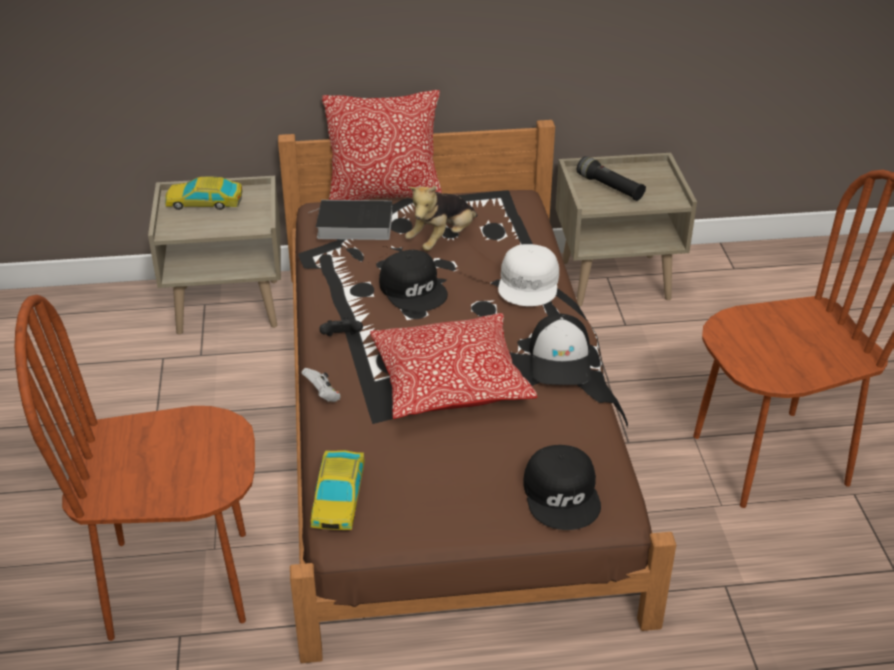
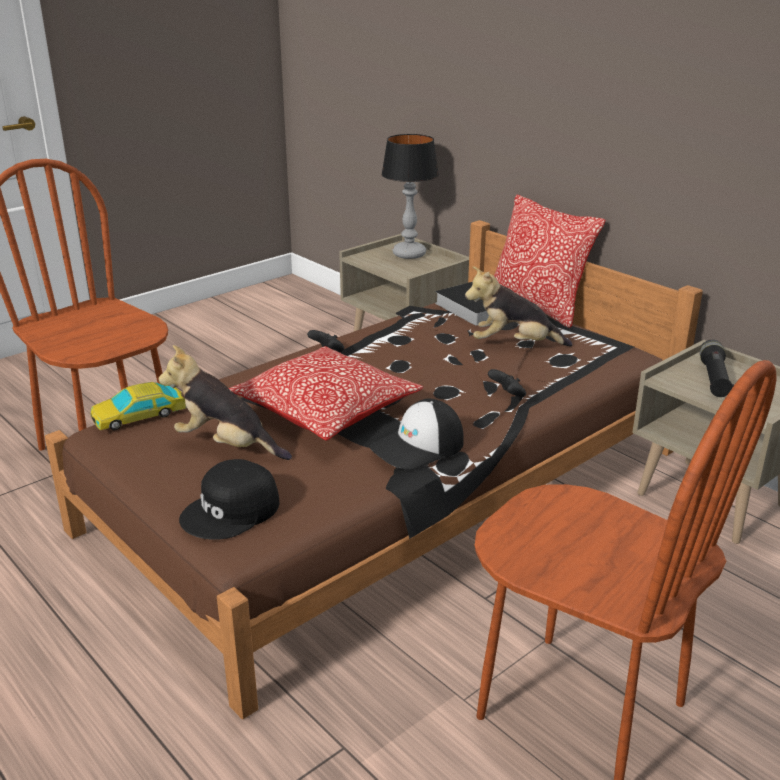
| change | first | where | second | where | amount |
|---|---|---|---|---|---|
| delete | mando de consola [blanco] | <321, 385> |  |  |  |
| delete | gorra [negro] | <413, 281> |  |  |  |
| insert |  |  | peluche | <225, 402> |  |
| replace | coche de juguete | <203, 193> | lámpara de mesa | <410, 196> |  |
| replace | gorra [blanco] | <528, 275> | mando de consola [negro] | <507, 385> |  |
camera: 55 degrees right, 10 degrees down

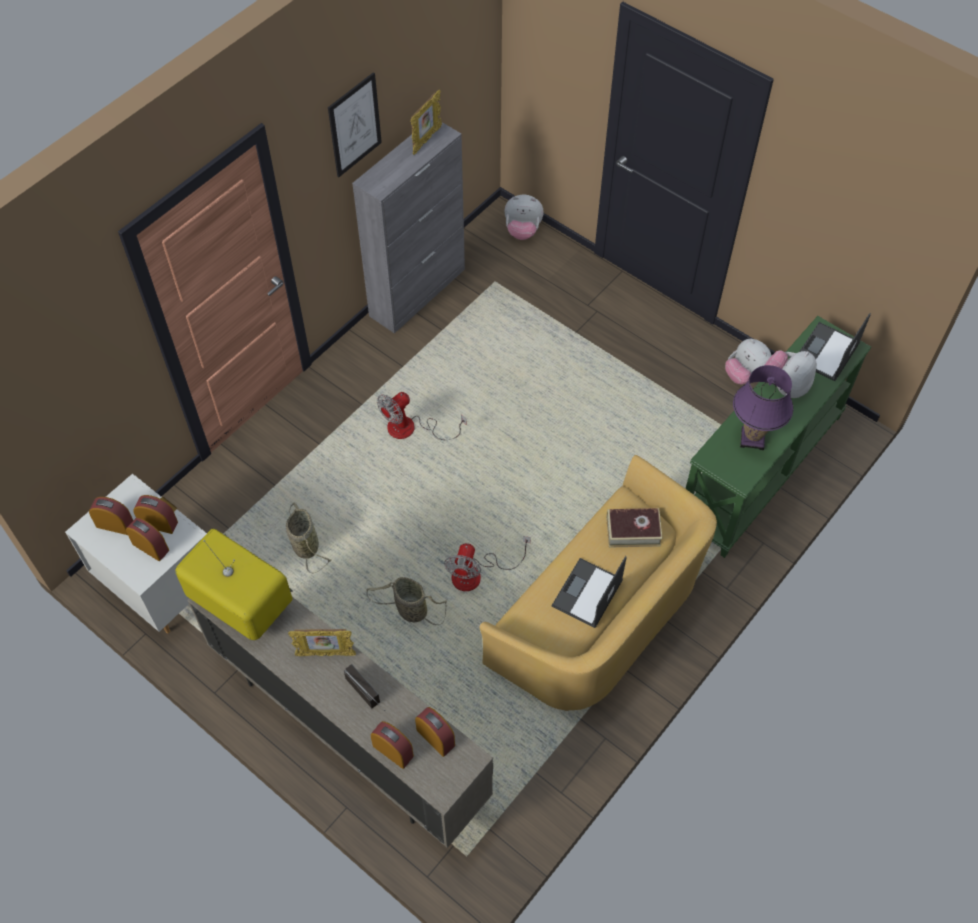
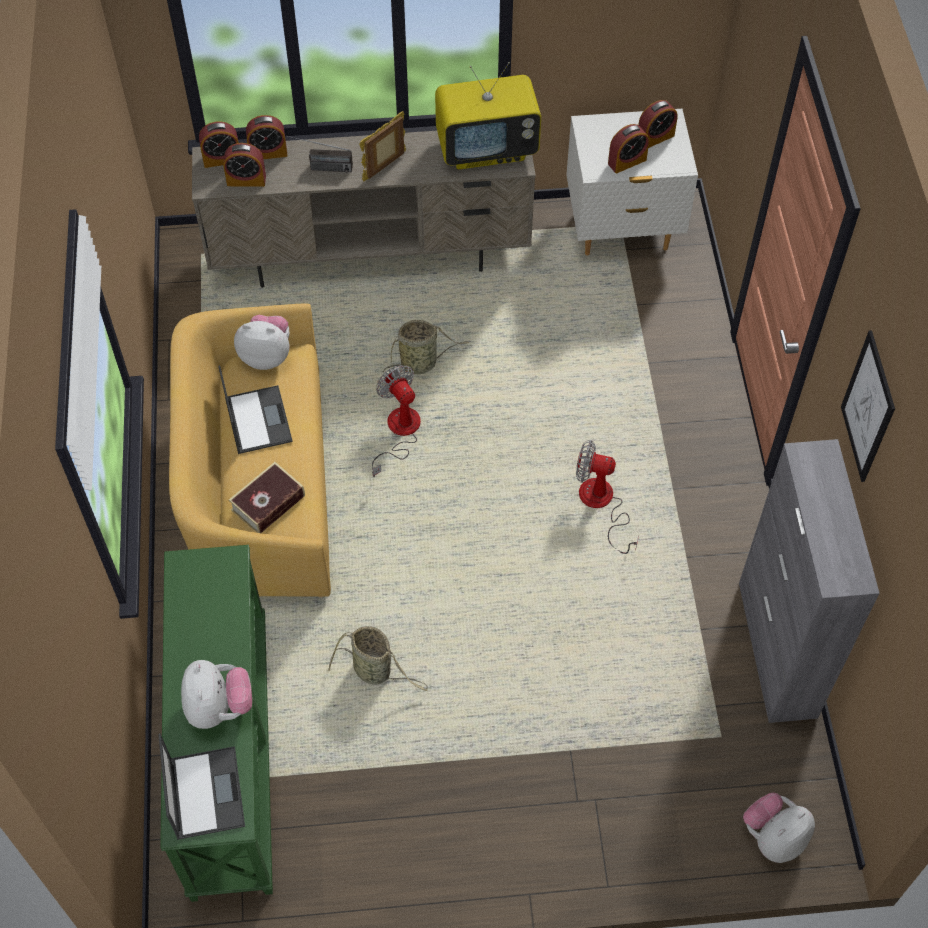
| change | first | where | second | where | amount |
|---|---|---|---|---|---|
| delete | portarretratos | <426, 122> |  |  |  |
| delete | lámpara de mesa [morado] | <763, 407> |  |  |  |
| move | despertador | <147, 539> |  | <219, 144> |  |
| move | cesta | <309, 538> |  | <378, 658> |  |
| move | peluche | <748, 361> |  | <262, 342> |  |
| rotate | ventilador | <421, 416> |  | <607, 497> | 75 degrees counterclockwise |
camera: 135 degrees right, 0 degrees up

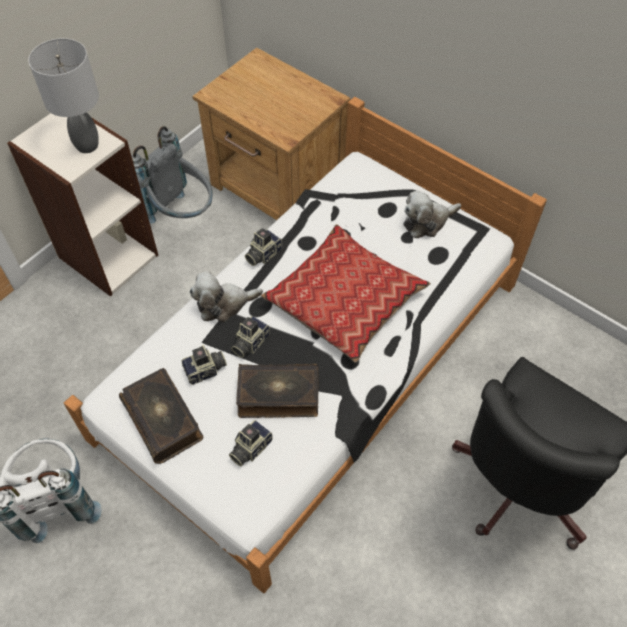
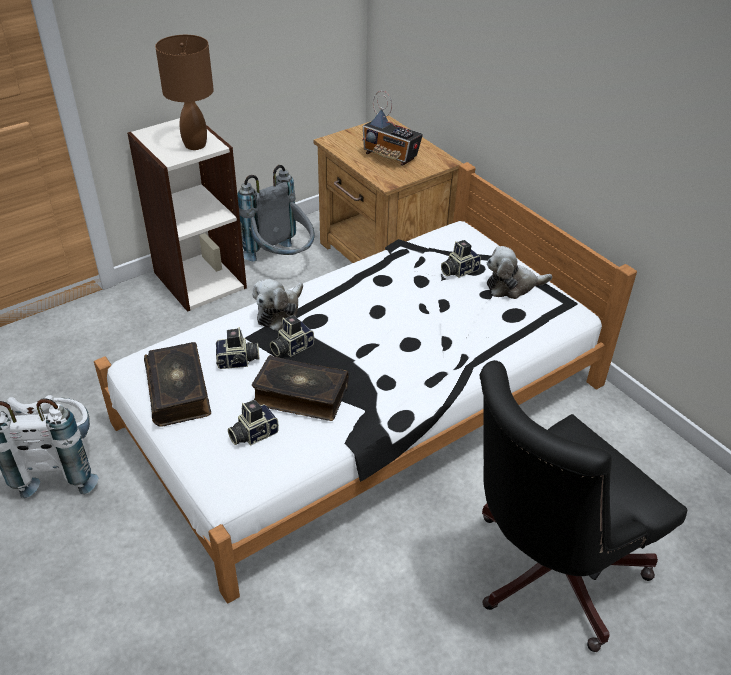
| change | first | where | second | where | amount |
|---|---|---|---|---|---|
| delete | cojín | <346, 293> |  |  |  |
| insert |  |  | radio | <392, 128> |  |
| move | cámara | <263, 247> |  | <461, 259> |  |
| recolor | lámpara de mesa [gris] | <63, 95> | lámpara de mesa [marrón] | <184, 92> |  |
| rotate | peluche | <226, 296> |  | <277, 305> | 60 degrees counterclockwise |
camera: 15 degrees right, 15 degrees down

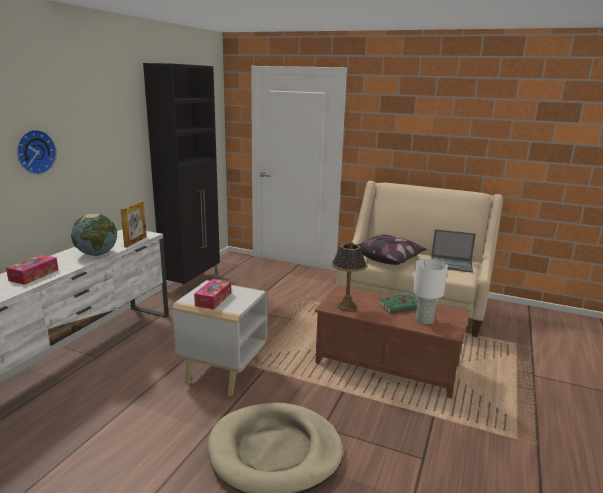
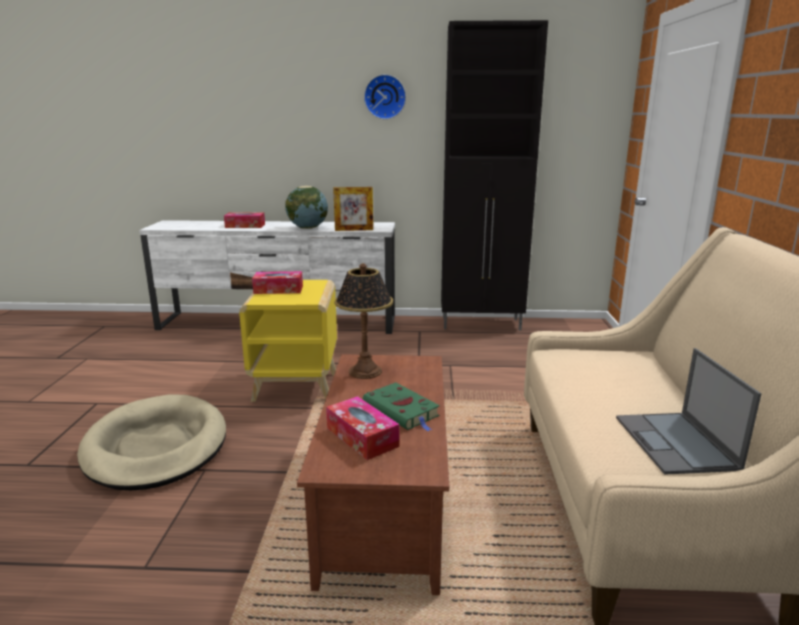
| change | first | where | second | where | amount |
|---|---|---|---|---|---|
| delete | cojín | <392, 250> |  |  |  |
| move | reloj de pared | <37, 152> |  | <385, 96> |  |
| replace | lámpara de mesa [blanco] | <430, 292> | caja de pañuelos | <362, 428> |  |
| recolor | mesa auxiliar [blanco] | <220, 338> | mesa auxiliar [amarillo] | <288, 341> |  |
camera: 70 degrees right, 0 degrees up

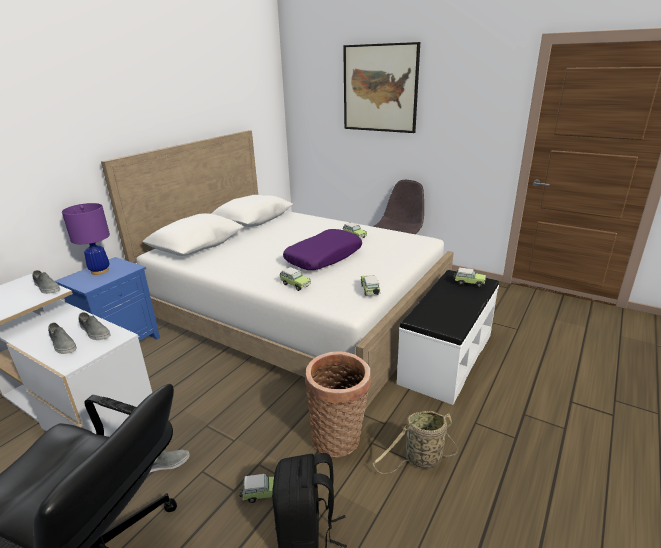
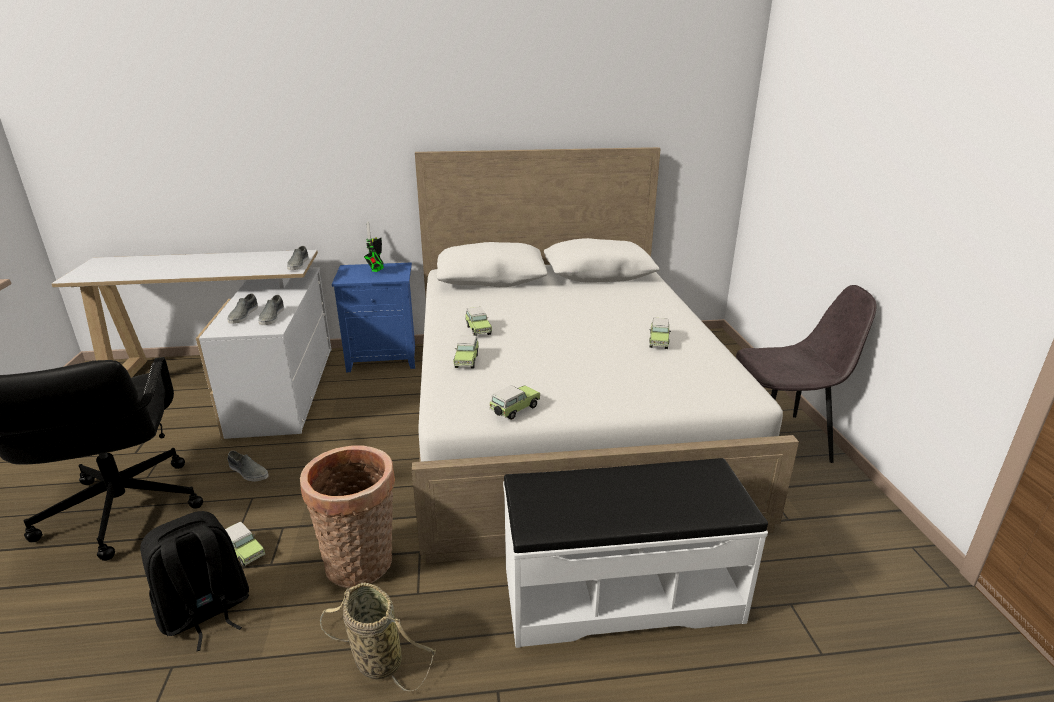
| change | first | where | second | where | amount |
|---|---|---|---|---|---|
| delete | cojín [morado] | <322, 249> |  |  |  |
| delete | cuadro | <381, 87> |  |  |  |
| move | coche de juguete | <469, 277> |  | <478, 321> |  |
| replace | lámpara de mesa [morado] | <86, 239> | robot de juguete | <374, 246> |  |
camera: 50 degrees right, 0 degrees up

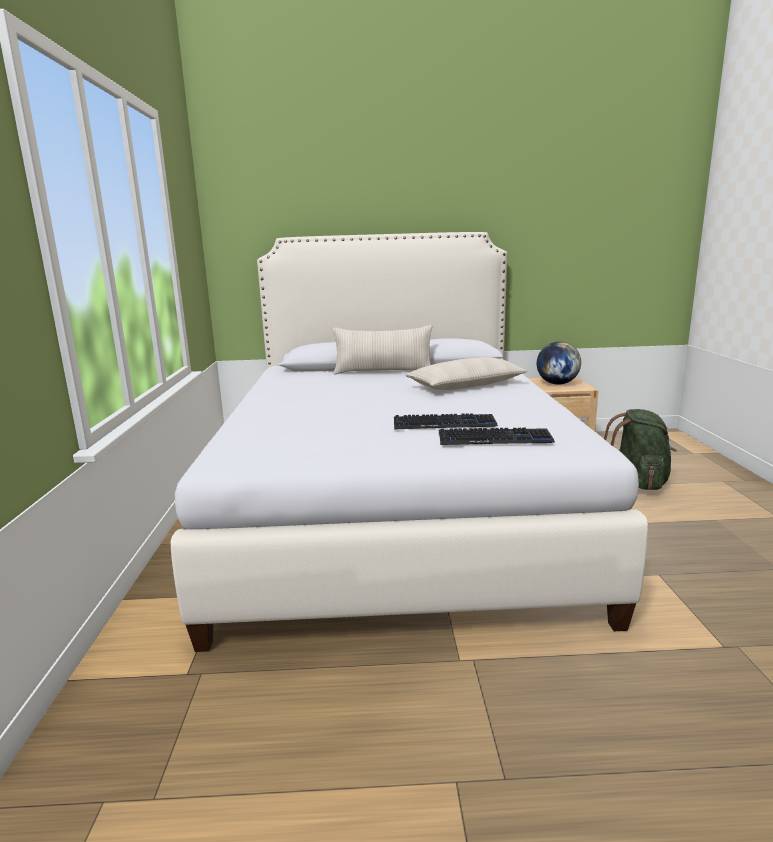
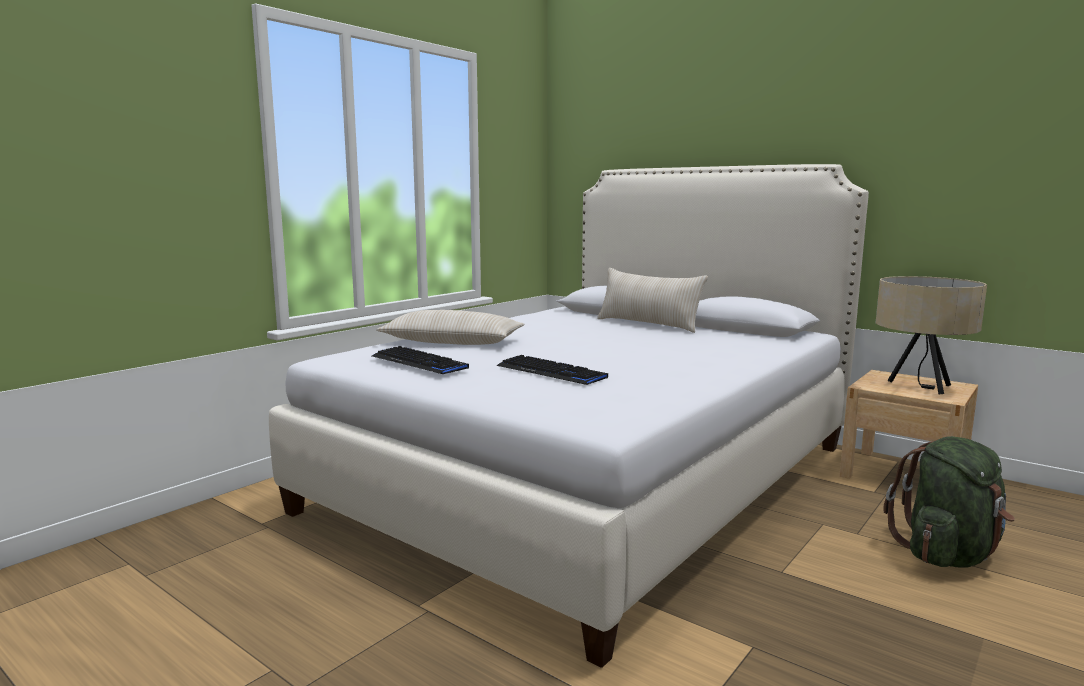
| change | first | where | second | where | amount |
|---|---|---|---|---|---|
| move | cojín [beis] | <466, 373> |  | <450, 327> |  |
| move | teclado | <497, 436> |  | <420, 360> |  |
| replace | globo terráqueo | <559, 363> | lámpara de mesa [beis] | <931, 335> |  |
camera: 40 degrees right, 5 degrees down

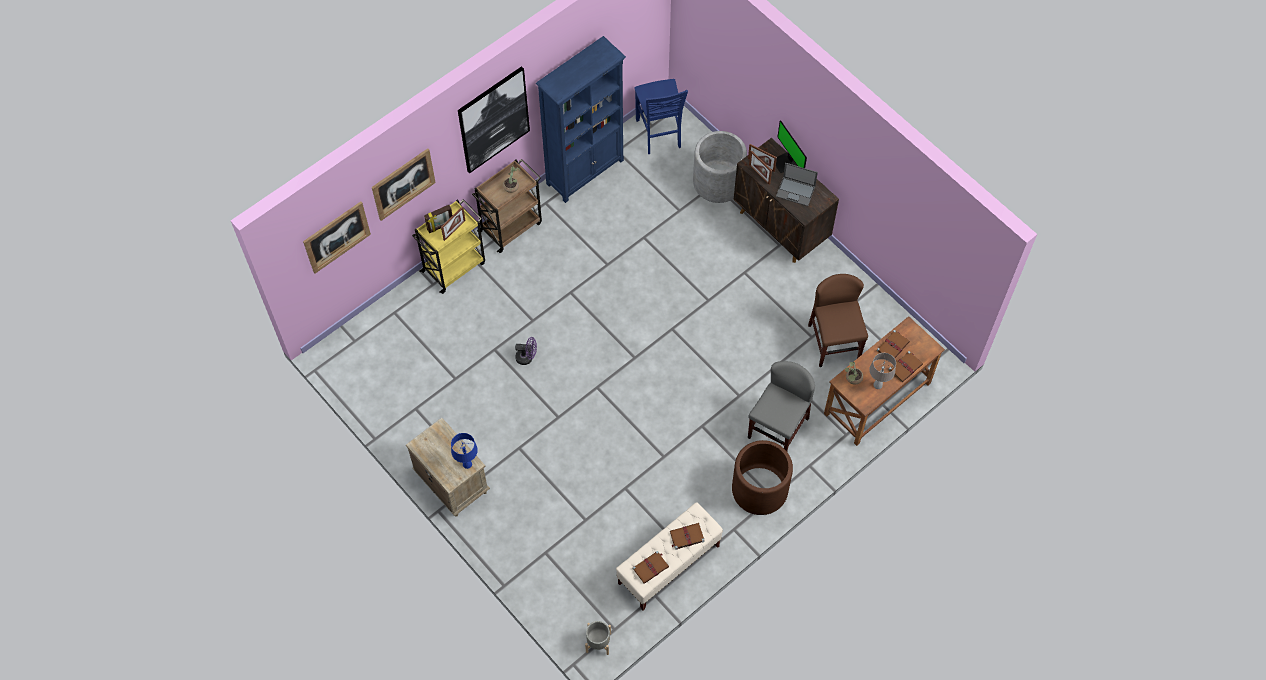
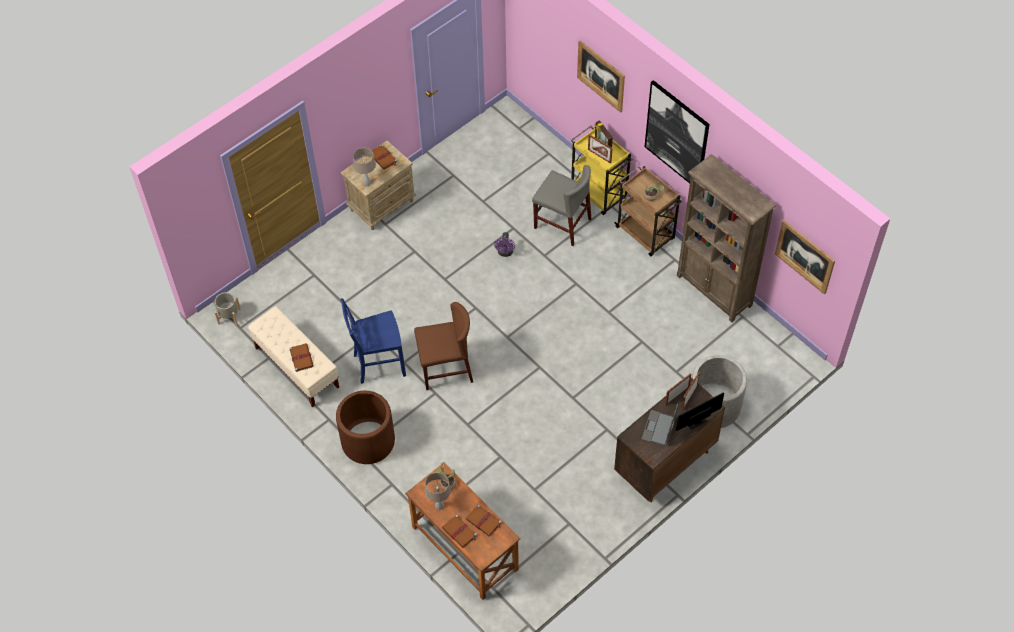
| change | first | where | second | where | amount |
|---|---|---|---|---|---|
| move | cuadro | <337, 237> |  | <805, 257> |  |
| move | libro [marrón] | <651, 567> |  | <384, 157> |  |
| move | silla [azul] | <661, 116> |  | <373, 341> |  |
| move | silla [gris] | <781, 406> |  | <561, 205> |  |
| move | silla [marrón] | <838, 320> |  | <443, 346> |  |
| recolor | lámpara de mesa [azul] | <464, 451> | lámpara de mesa [beis] | <364, 167> |  |
| recolor | estantería [azul] | <581, 119> | estantería [marrón] | <726, 238> |  |
camera: 90 degrees right, 5 degrees down

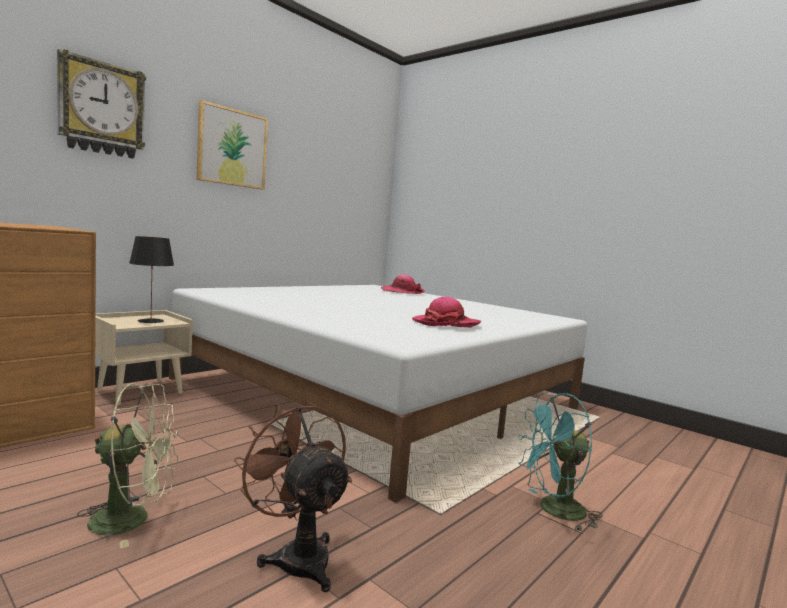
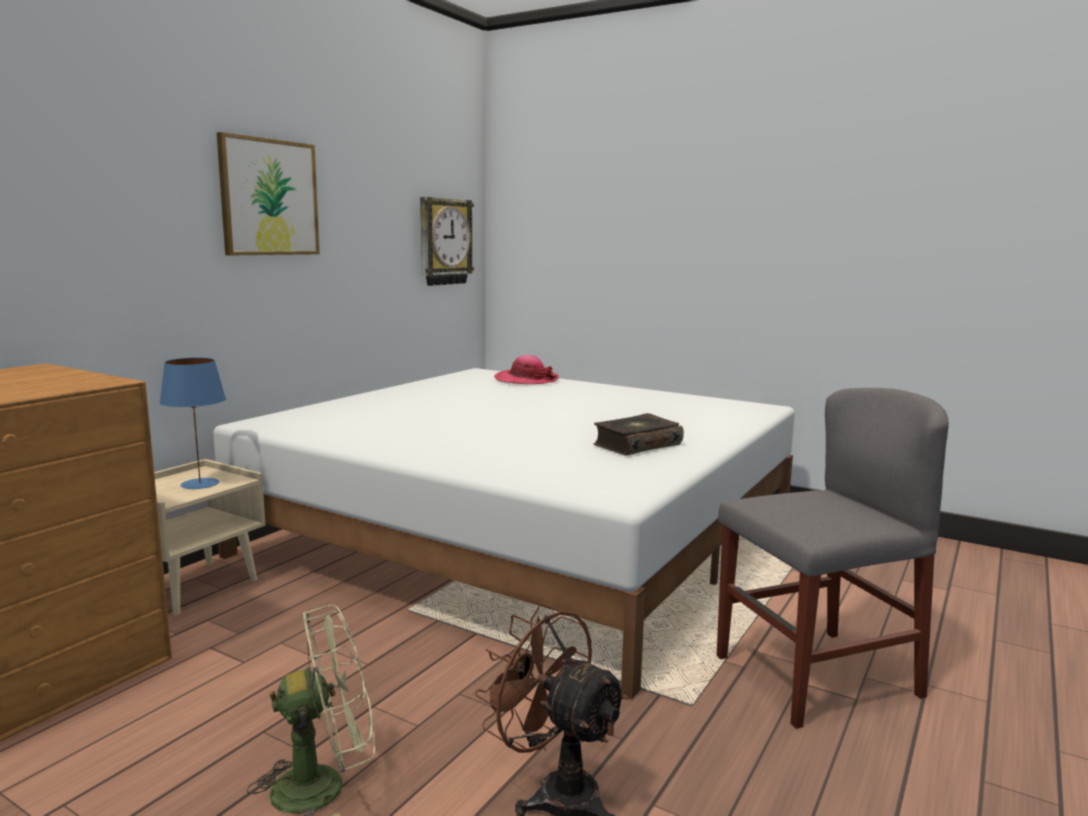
| change | first | where | second | where | amount |
|---|---|---|---|---|---|
| move | reloj de pared | <101, 103> |  | <447, 241> |  |
| replace | sombrero | <446, 312> | libro | <638, 434> |  |
| replace | ventilador [turquesa] | <560, 462> | silla [gris] | <833, 558> |  |
| recolor | lámpara de mesa [negro] | <151, 279> | lámpara de mesa [azul] | <192, 423> |  |
camera: 10 degrees left, 5 degrees up

